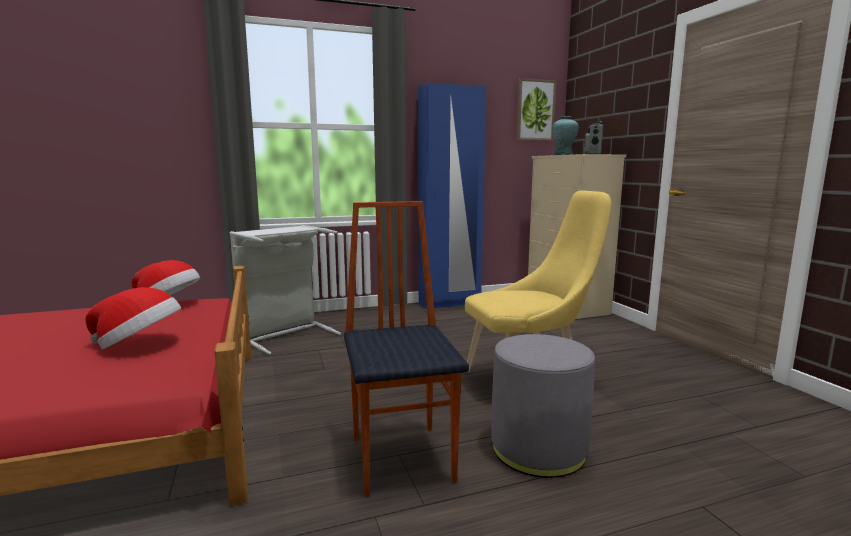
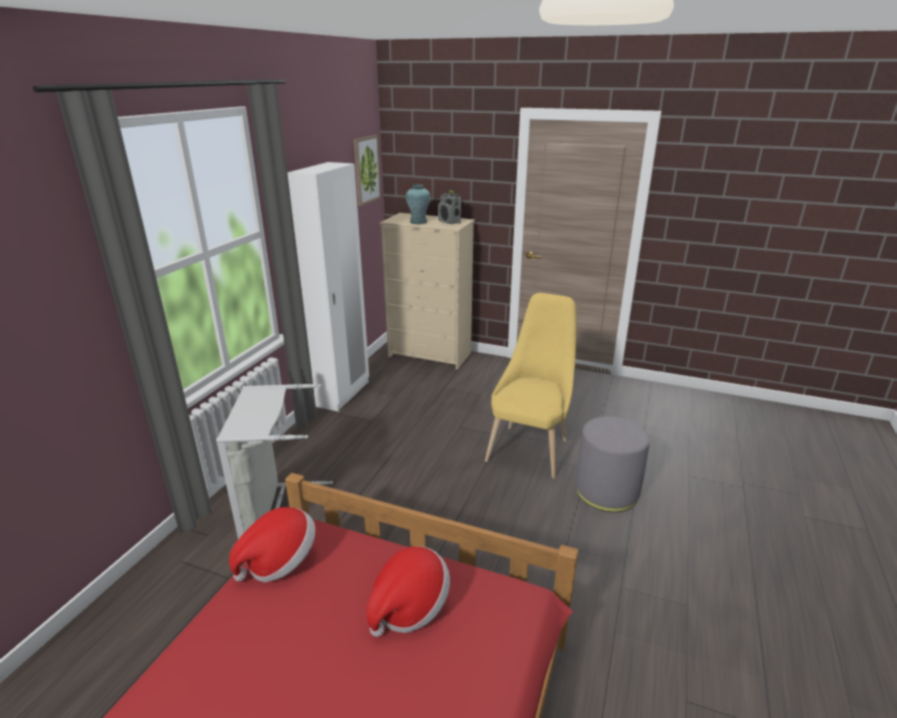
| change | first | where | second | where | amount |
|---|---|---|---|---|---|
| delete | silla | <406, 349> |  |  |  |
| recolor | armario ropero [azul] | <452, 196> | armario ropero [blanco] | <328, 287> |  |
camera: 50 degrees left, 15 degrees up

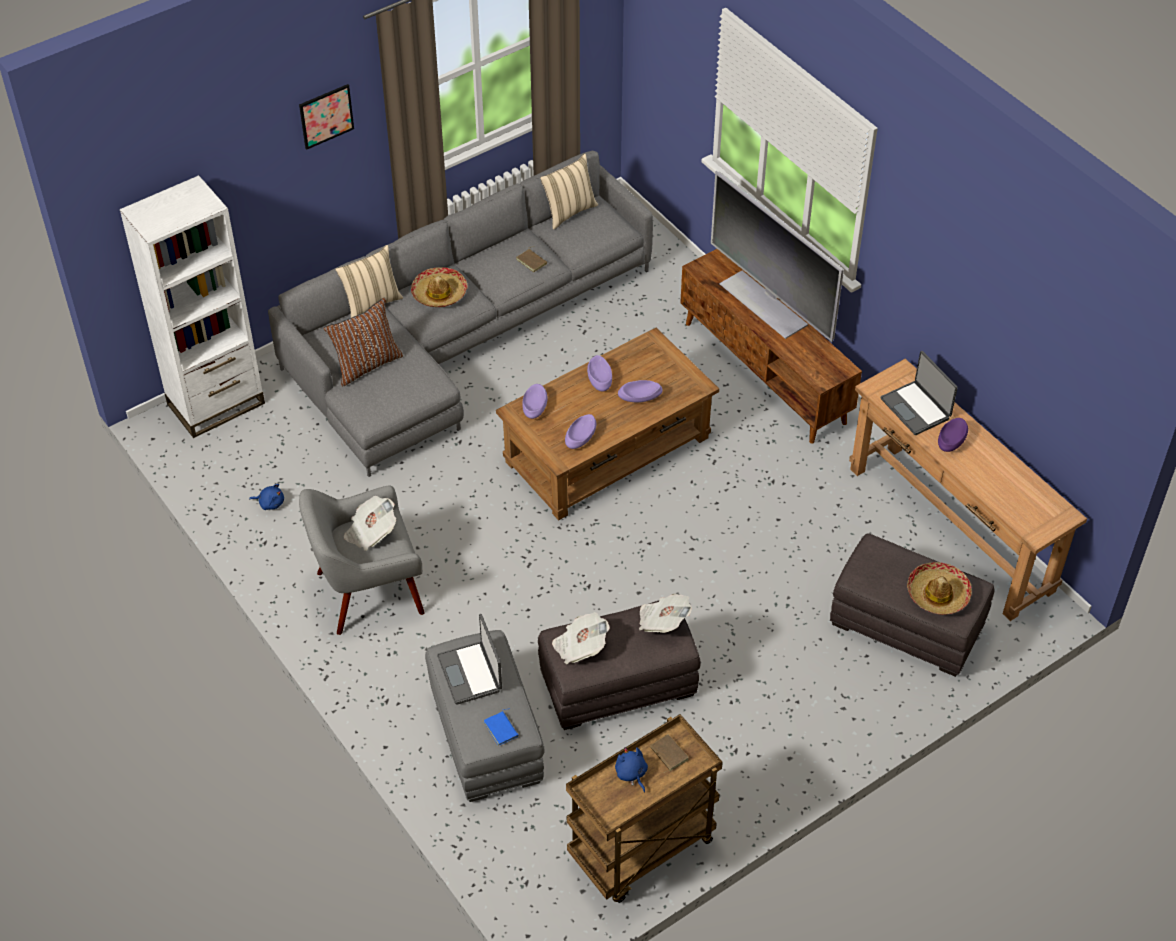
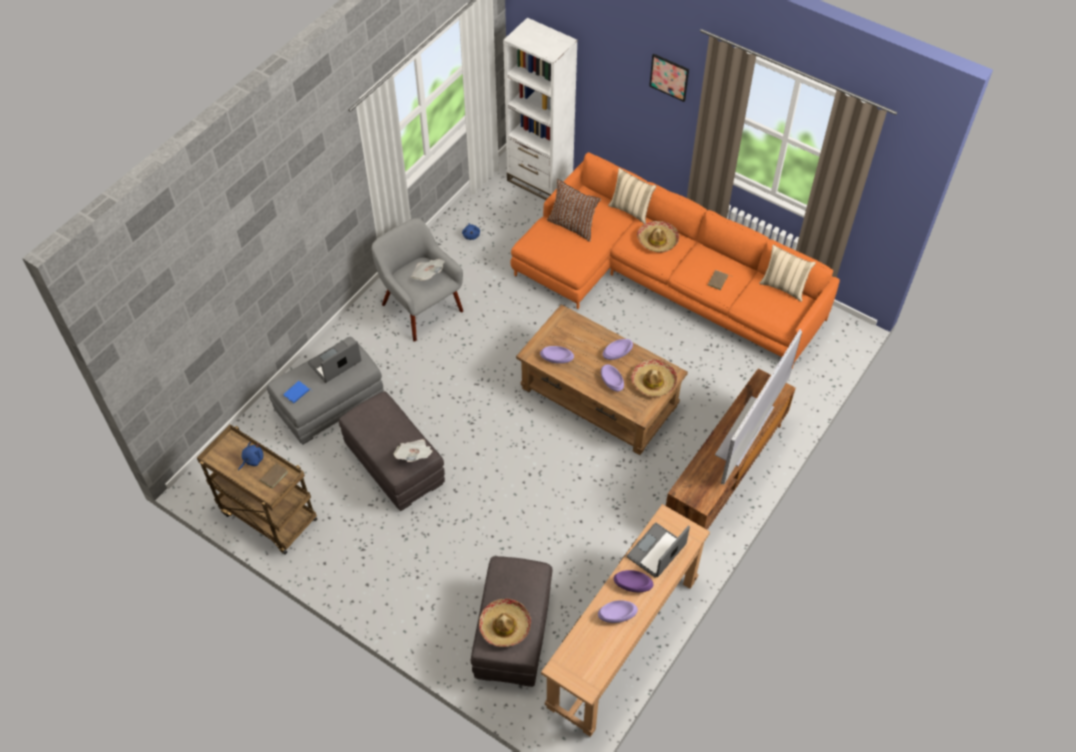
| change | first | where | second | where | amount |
|---|---|---|---|---|---|
| delete | periódico | <581, 638> |  |  |  |
| insert |  |  | sombrero | <654, 378> |  |
| move | cuenco [morado] | <535, 401> |  | <618, 611> |  |
| recolor | sofá [gris] | <460, 314> | sofá [naranja] | <675, 260> |  |
camera: 70 degrees right, 5 degrees up

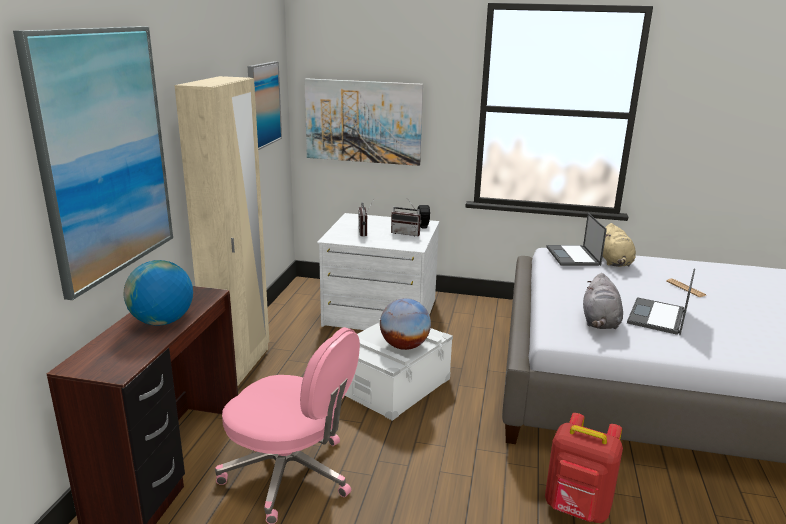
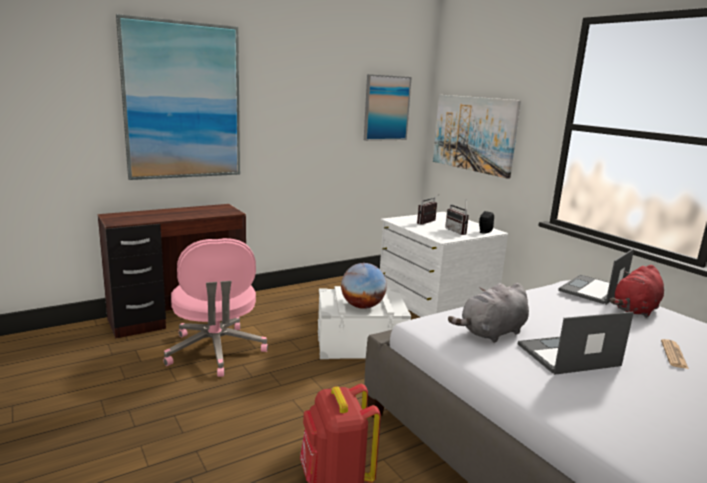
| change | first | where | second | where | amount |
|---|---|---|---|---|---|
| delete | globo terráqueo | <158, 293> |  |  |  |
| delete | armario ropero [beis] | <222, 231> |  |  |  |
| recolor | peluche [beis] | <619, 245> | peluche [rojo] | <637, 291> |  |
camera: 45 degrees right, 5 degrees down

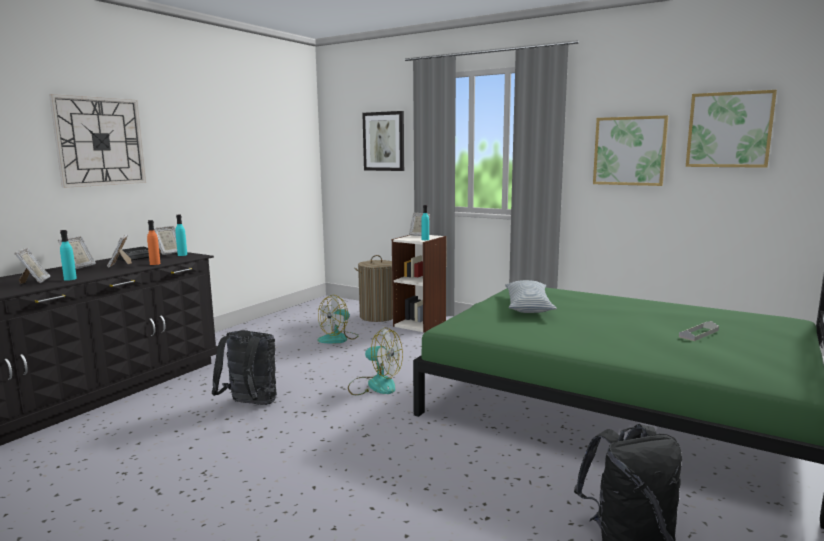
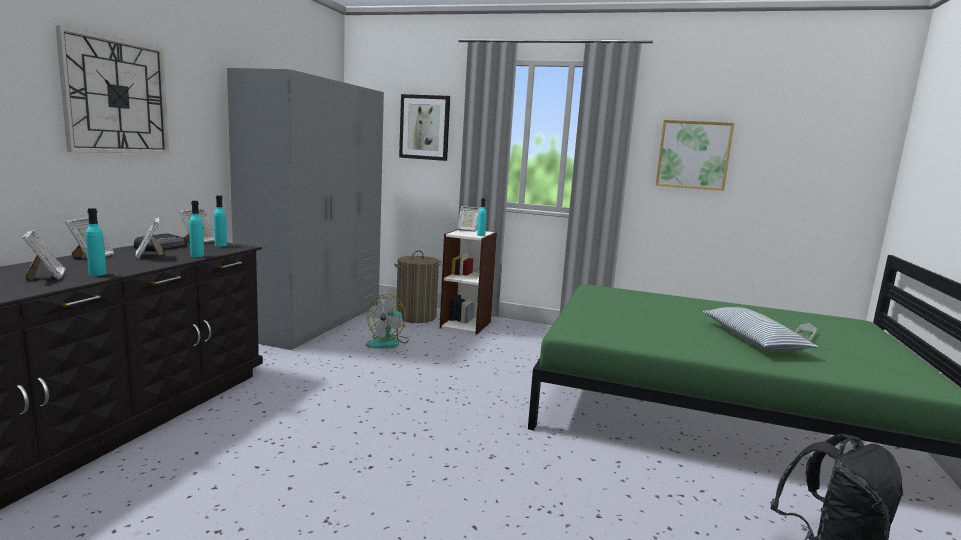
| change | first | where | second | where | amount |
|---|---|---|---|---|---|
| delete | mochila [negro] | <244, 367> |  |  |  |
| delete | ventilador | <375, 361> |  |  |  |
| delete | cuadro | <731, 129> |  |  |  |
| insert |  |  | armario ropero [gris] | <305, 209> |  |
| move | cojín | <531, 296> |  | <760, 329> |  |
| recolor | botella [naranja] | <154, 242> | botella [turquesa] | <196, 229> |  |
camera: 15 degrees left, 0 degrees up

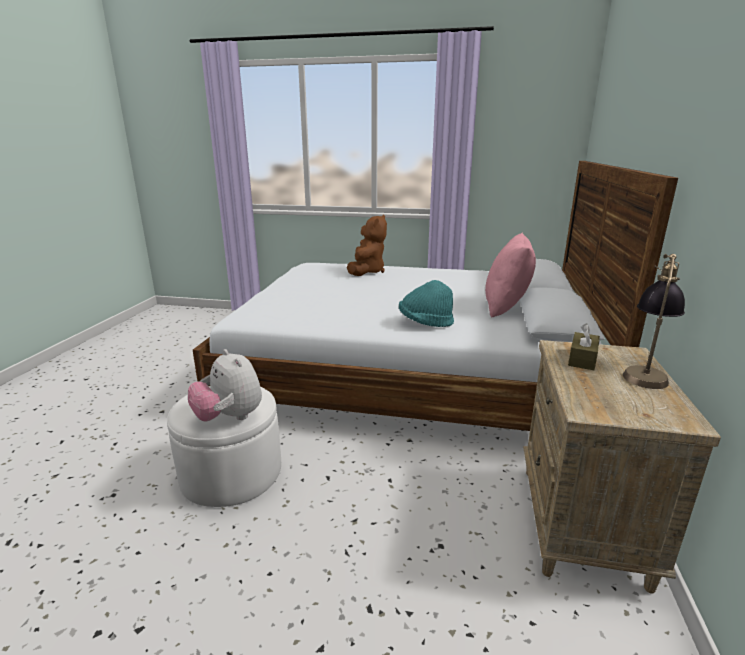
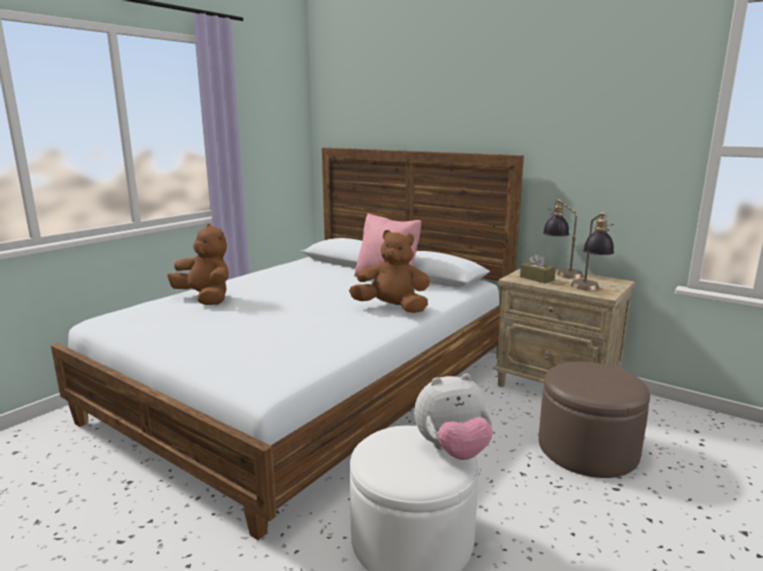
| change | first | where | second | where | amount |
|---|---|---|---|---|---|
| insert |  |  | puf [marrón] | <594, 420> |  |
| insert |  |  | lámpara de mesa | <592, 251> |  |
| replace | sombrero [turquesa] | <426, 303> | peluche [marrón] | <389, 271> |  |
camera: 65 degrees left, 5 degrees down

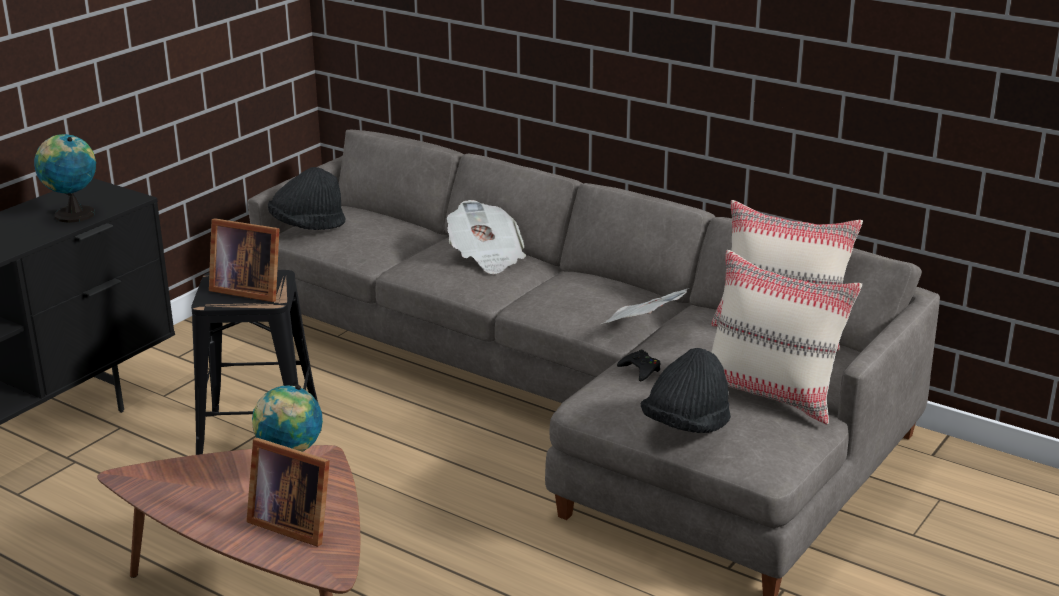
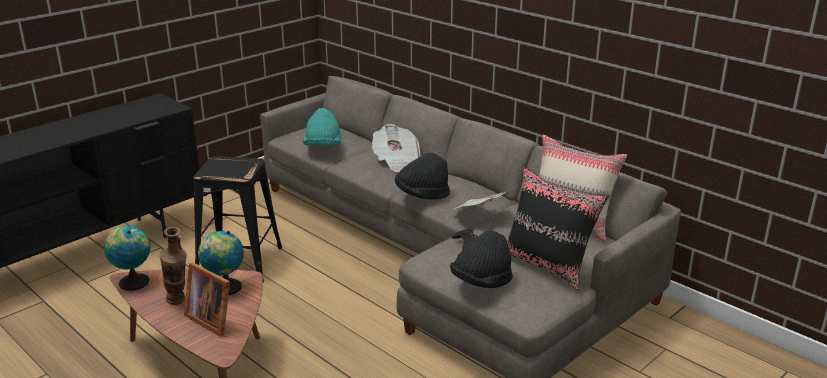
| change | first | where | second | where | amount |
|---|---|---|---|---|---|
| delete | portarretratos | <244, 260> |  |  |  |
| insert |  |  | florero | <173, 266> |  |
| insert |  |  | sombrero [turquesa] | <322, 126> |  |
| move | globo terráqueo | <65, 178> |  | <127, 258> |  |
| move | sombrero [negro] | <307, 198> |  | <422, 176> |  |
| recolor | cojín [beis] | <786, 337> | cojín [negro] | <557, 229> |  |
camera: 10 degrees right, 0 degrees up

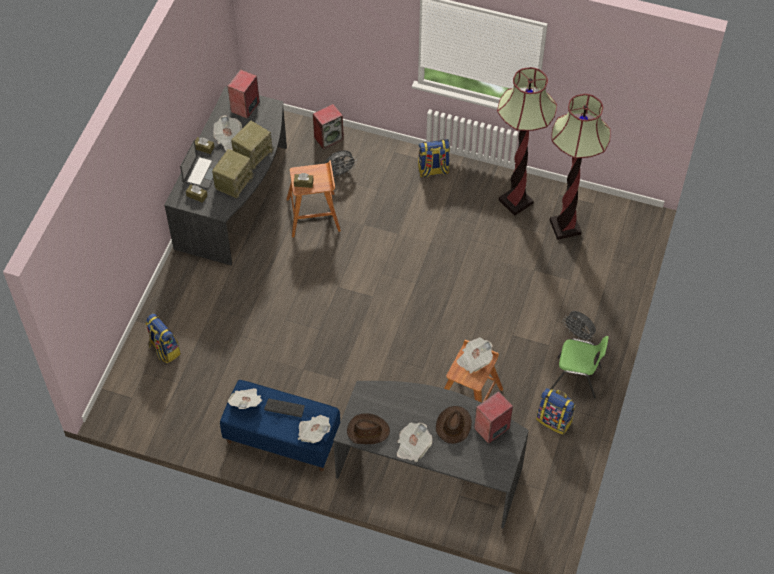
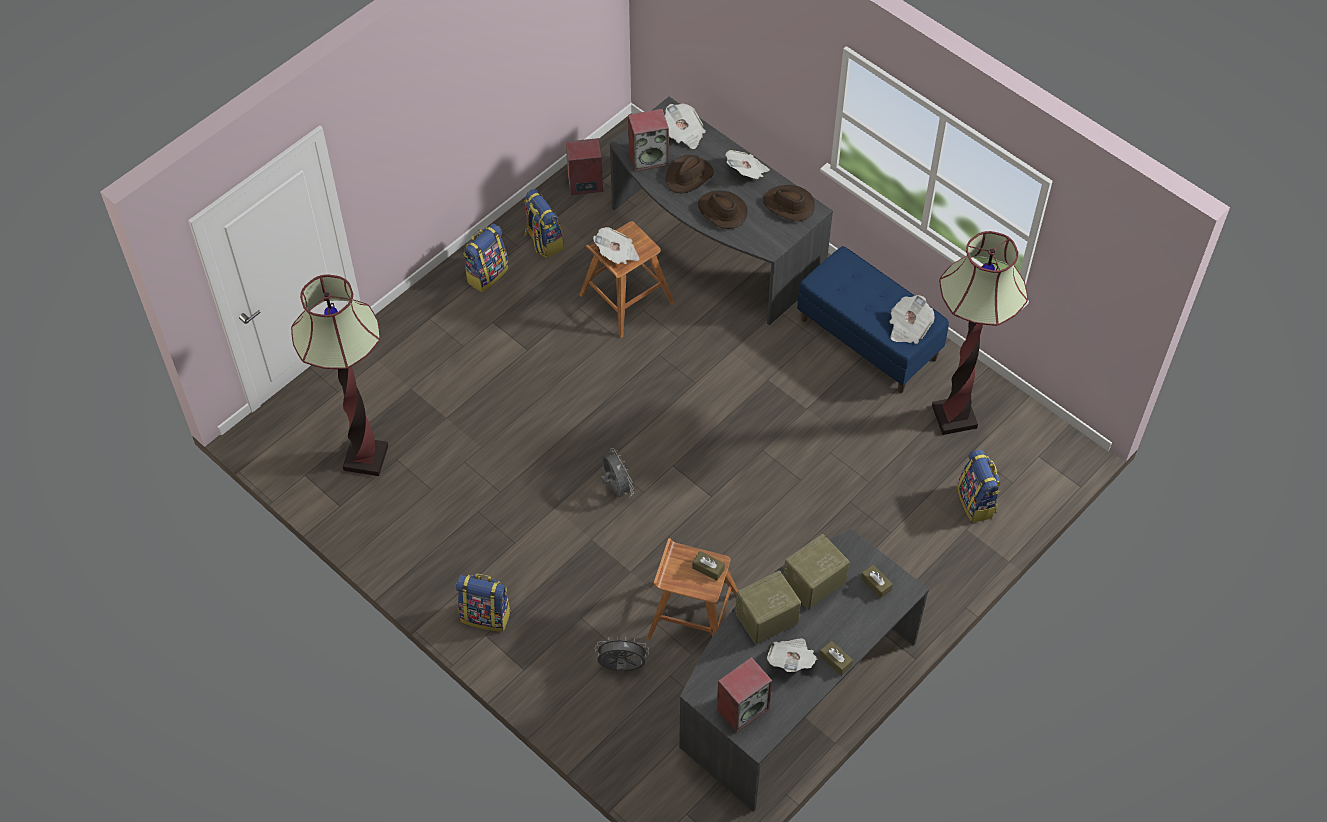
| change | first | where | second | where | amount |
|---|---|---|---|---|---|
| delete | portátil | <199, 165> |  |  |  |
| delete | teclado | <284, 408> |  |  |  |
| insert |  |  | sombrero [marrón] | <723, 210> |  |
| move | periódico | <314, 429> |  | <685, 126> |  |
| move | altavoz | <328, 127> |  | <584, 166> |  |
| move | lámpara de pie | <527, 141> |  | <980, 333> |  |
| move | ventilador [gris] | <579, 326> |  | <617, 472> |  |
| replace | silla [verde] | <579, 367> | mochila | <486, 258> |  |
camera: 155 degrees left, 0 degrees up

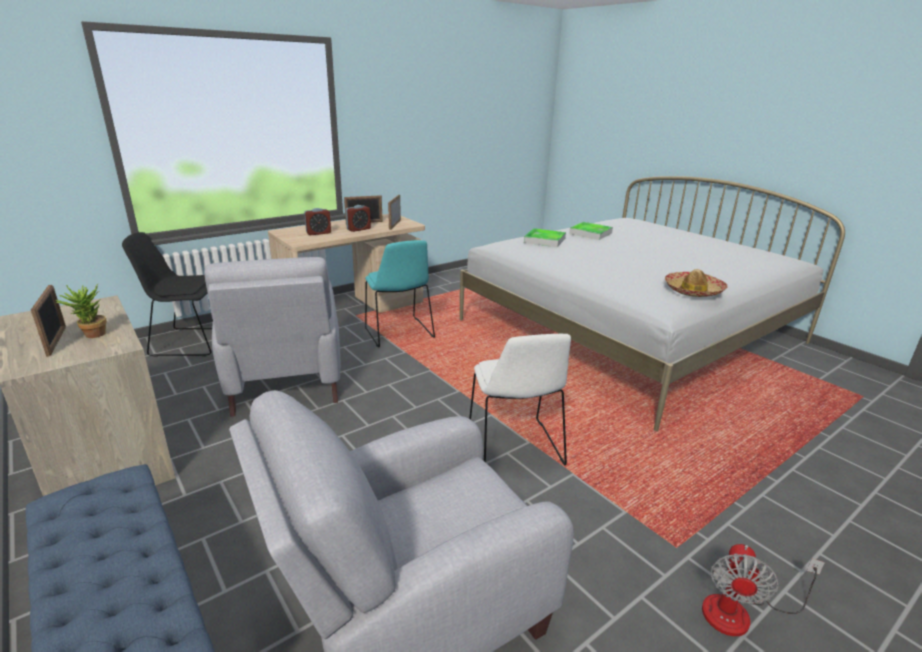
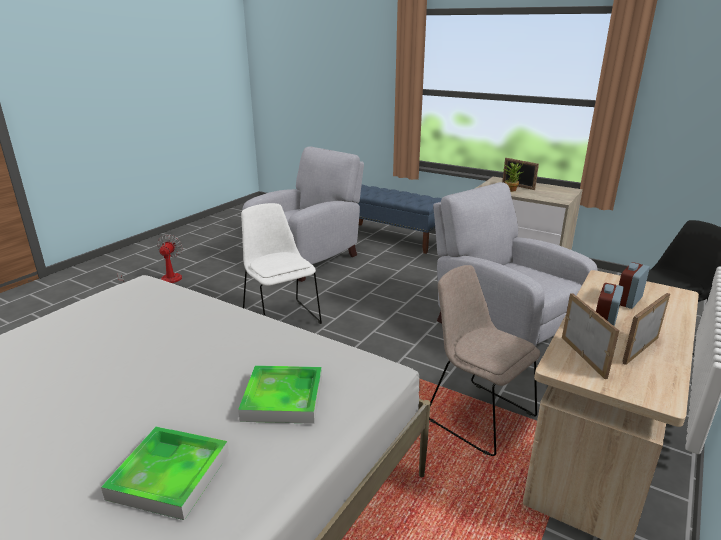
| change | first | where | second | where | amount |
|---|---|---|---|---|---|
| delete | sombrero | <696, 283> |  |  |  |
| recolor | silla [turquesa] | <400, 293> | silla [beis] | <484, 360> |  |
camera: 160 degrees right, 0 degrees up

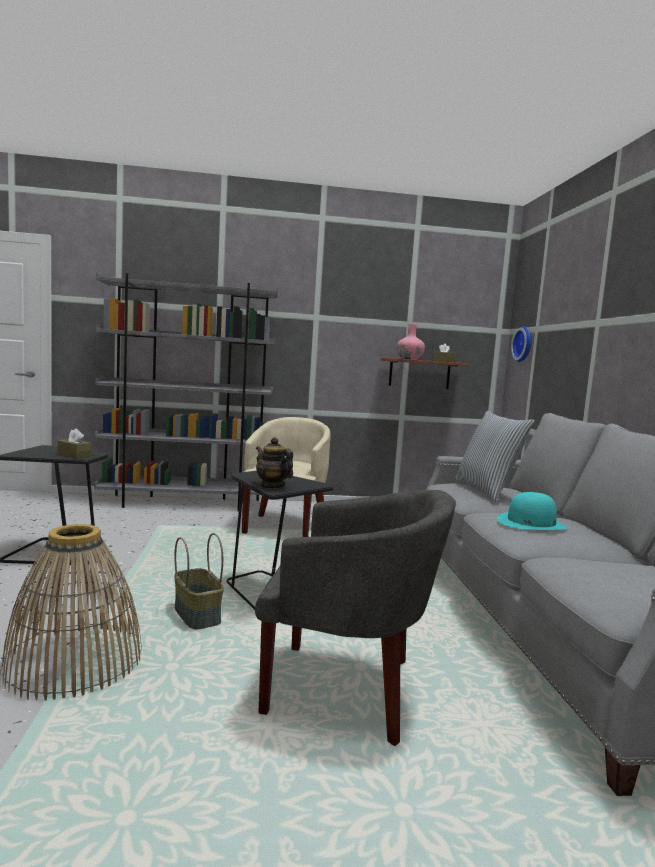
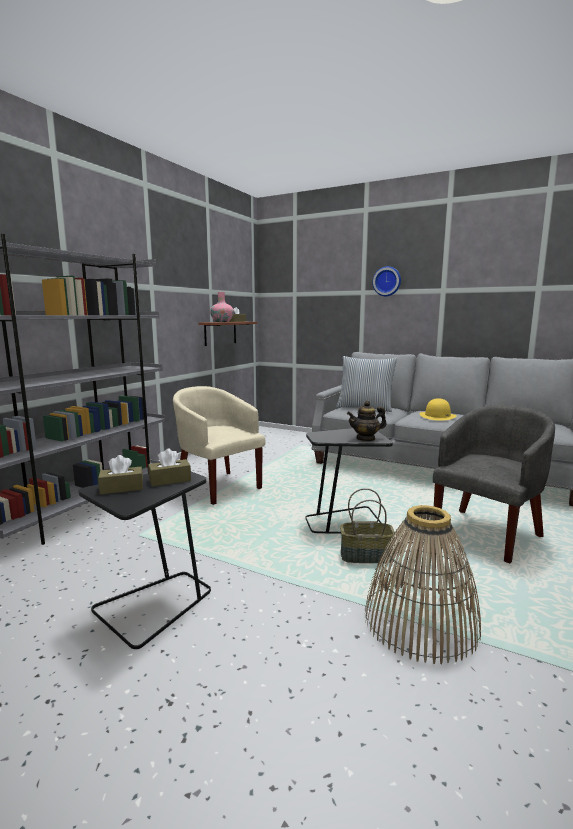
| change | first | where | second | where | amount |
|---|---|---|---|---|---|
| insert |  |  | caja de pañuelos [marrón] | <120, 475> |  |
| move | reloj de pared | <521, 344> |  | <386, 281> |  |
| recolor | sombrero [turquesa] | <532, 511> | sombrero [amarillo] | <438, 410> |  |
camera: 55 degrees left, 5 degrees up

